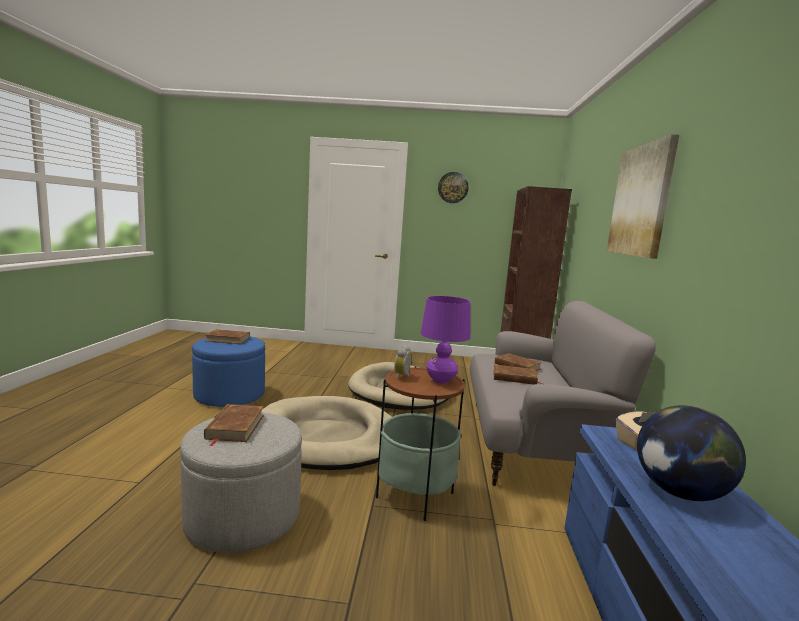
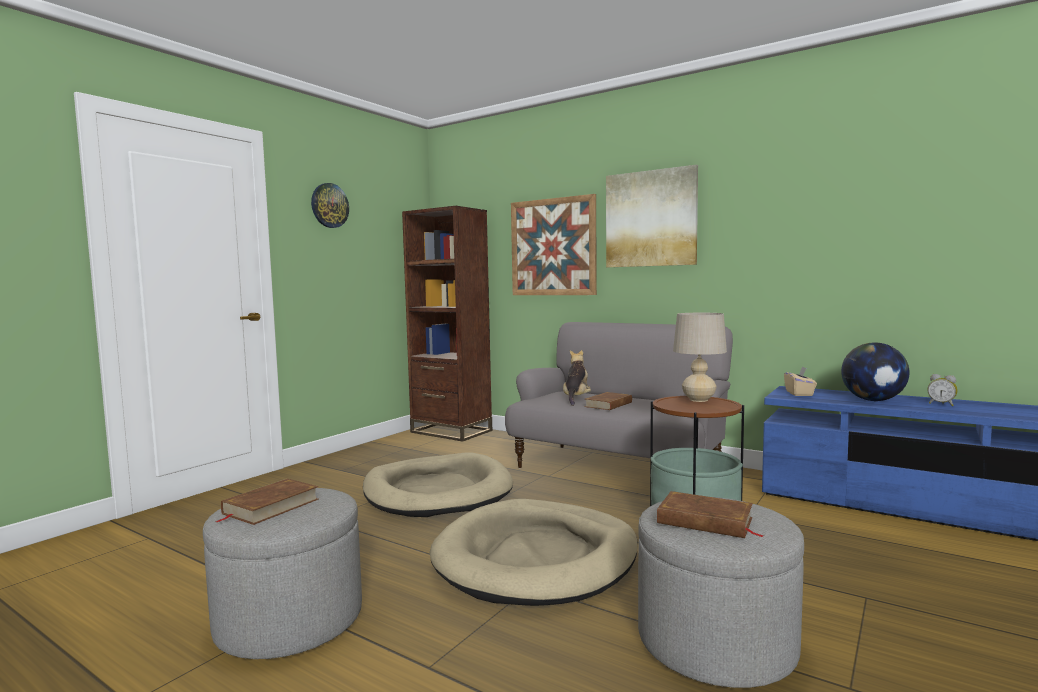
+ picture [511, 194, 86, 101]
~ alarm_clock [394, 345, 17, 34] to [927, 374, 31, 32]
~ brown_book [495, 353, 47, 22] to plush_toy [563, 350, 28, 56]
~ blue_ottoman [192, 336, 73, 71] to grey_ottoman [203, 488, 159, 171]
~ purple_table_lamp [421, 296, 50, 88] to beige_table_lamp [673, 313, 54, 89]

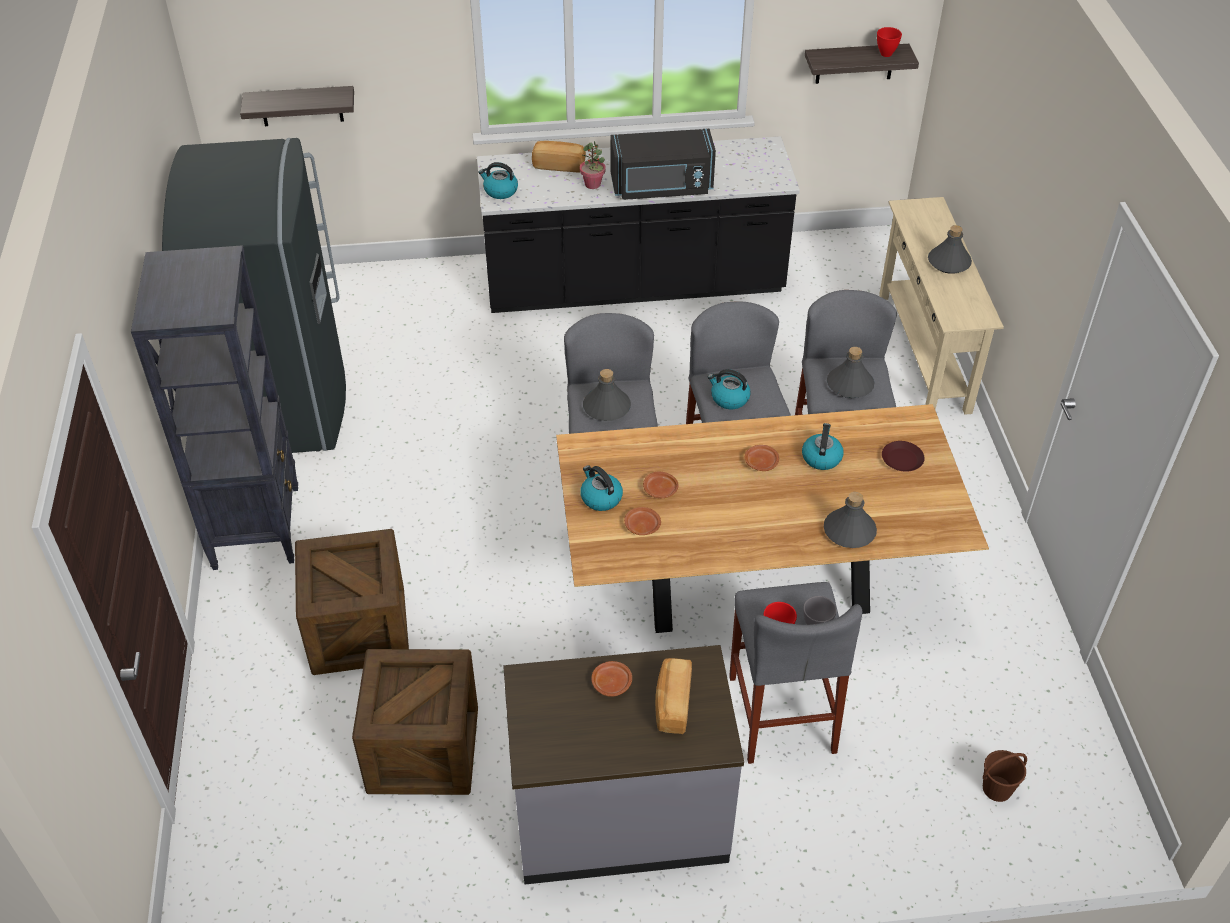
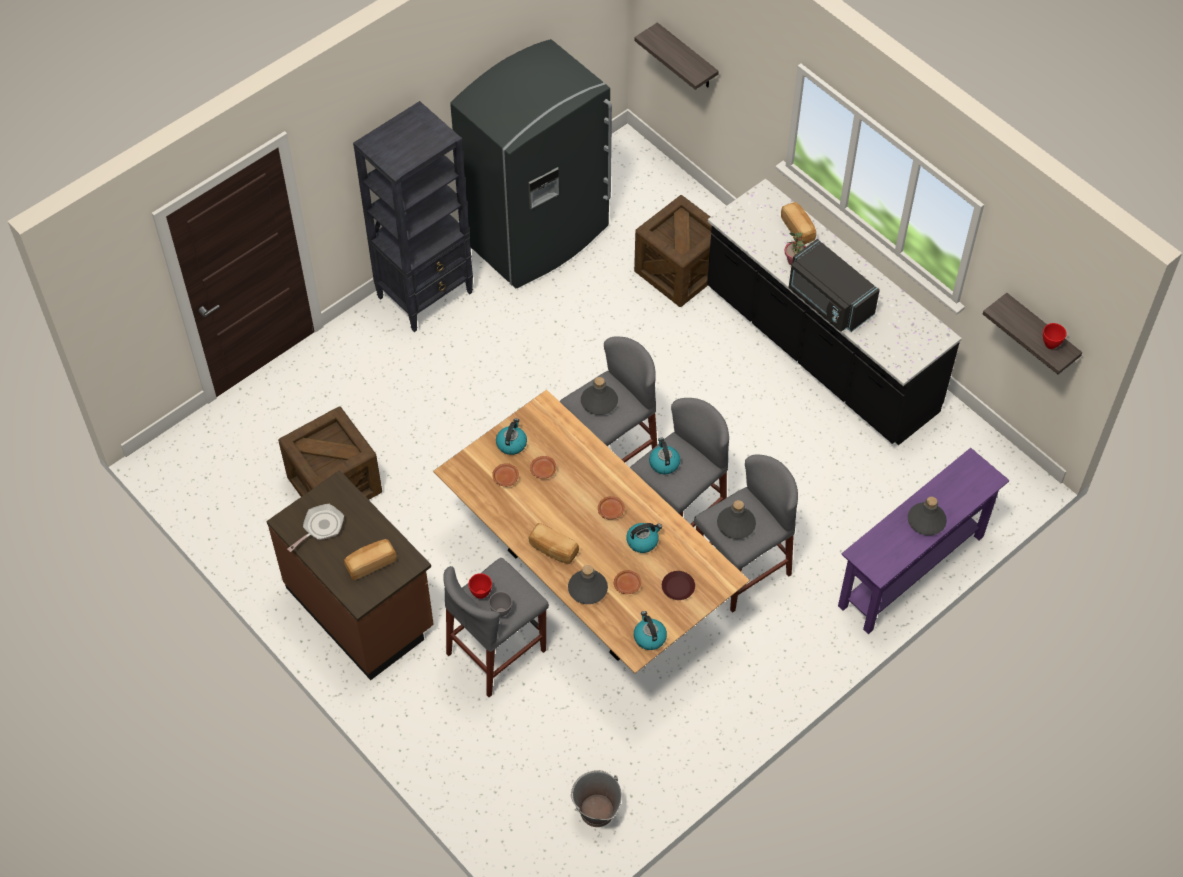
- brown_bucket [982, 750, 45, 52]
+ frying_pan [287, 504, 57, 48]
+ bread [529, 523, 50, 41]
+ grey_bucket [571, 770, 51, 57]
~ crate [295, 529, 114, 146] to [634, 195, 78, 112]
~ kettle [478, 162, 40, 37] to [634, 611, 33, 39]
~ brown_plate [591, 661, 41, 36] to [614, 570, 28, 24]
~ grey_counter [503, 645, 241, 240] to brown_counter [267, 470, 167, 210]
~ beige_console_table [879, 197, 125, 218] to purple_console_table [838, 448, 172, 186]

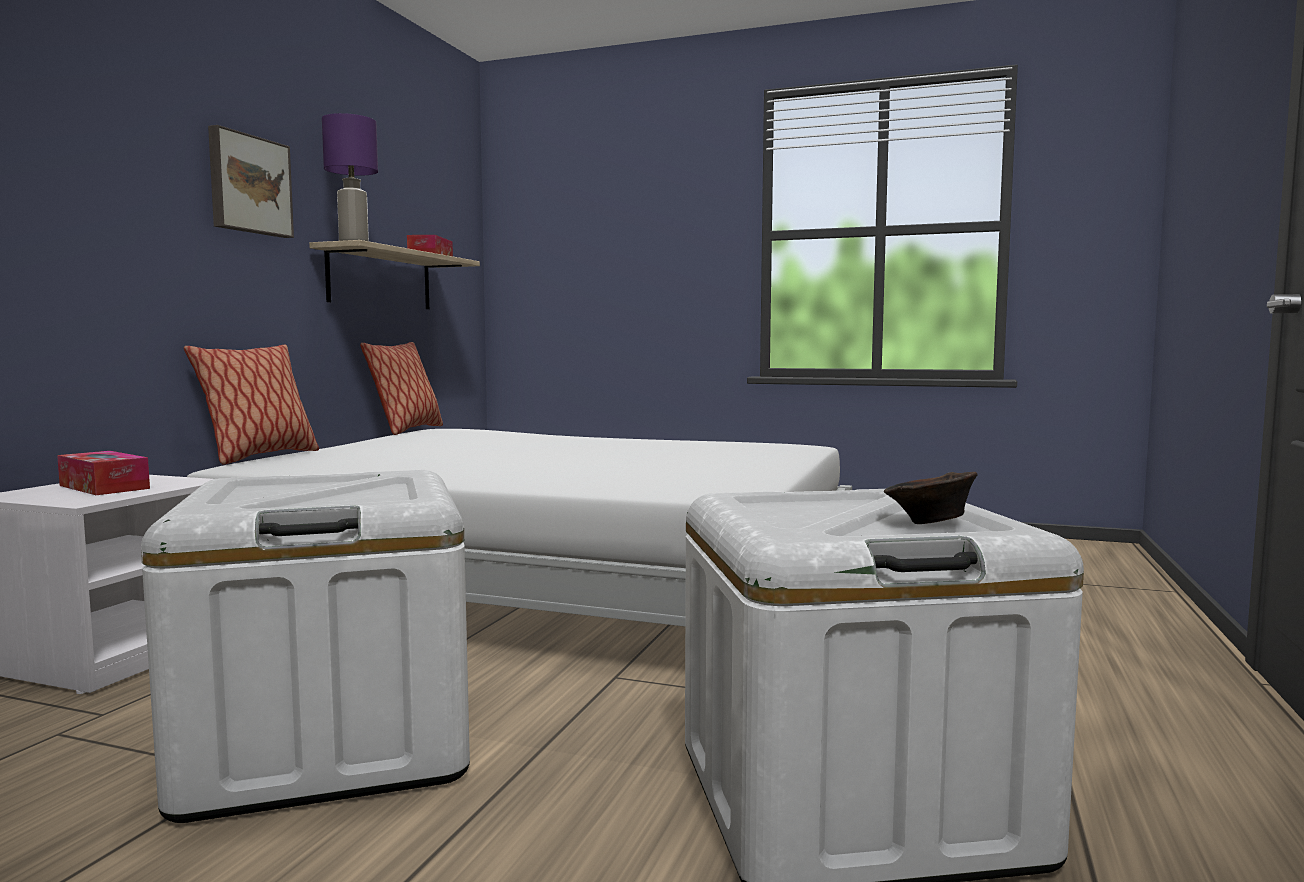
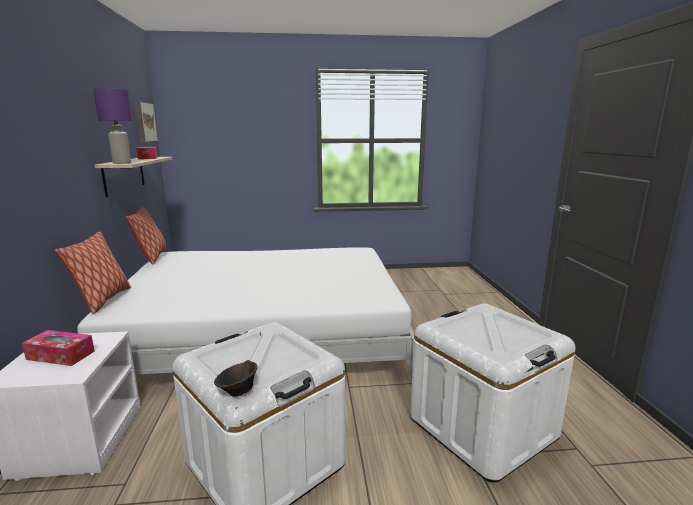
~ picture [208, 125, 86, 113] to [135, 101, 23, 41]
~ brown_bowl [884, 472, 94, 52] to [214, 360, 44, 37]

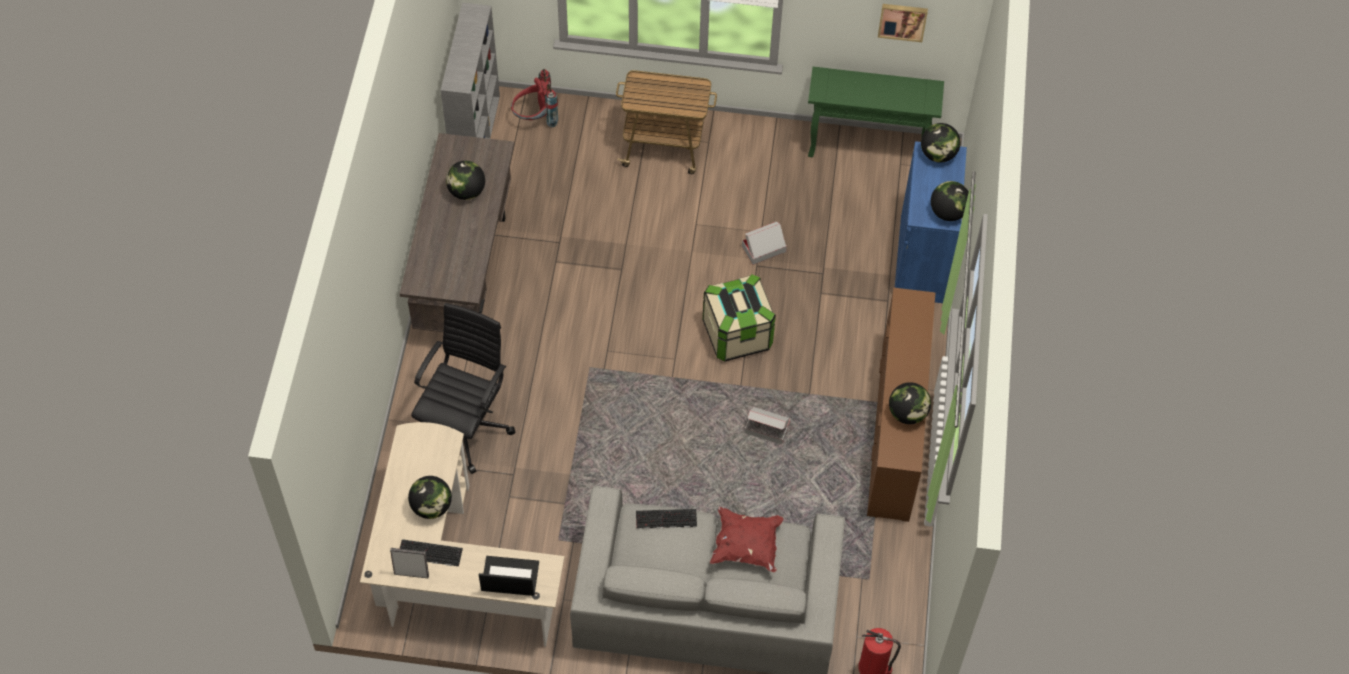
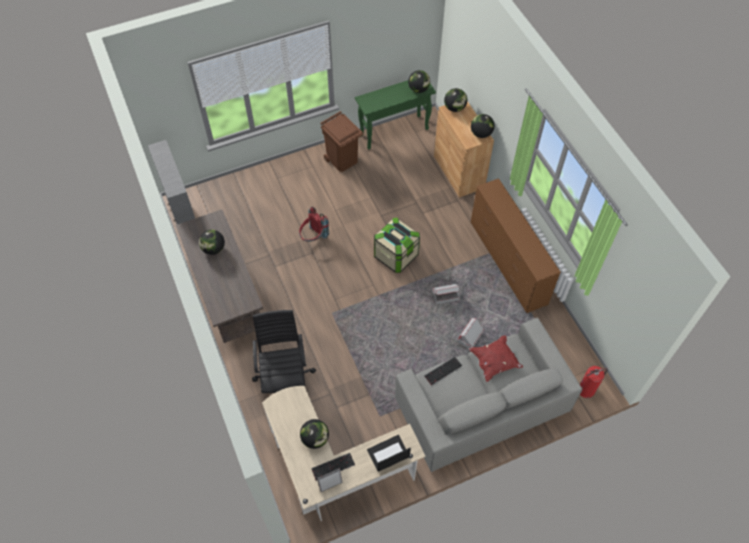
- cart [616, 70, 101, 104]
- picture [878, 4, 50, 38]
+ brown_trash_can [320, 111, 43, 61]
~ red_backpack [511, 69, 47, 59] to [299, 206, 30, 36]
~ cardboard_box [742, 222, 45, 43] to [457, 318, 27, 31]
~ globe [889, 382, 42, 42] to [408, 70, 22, 23]
~ blue_cabinet [895, 141, 72, 162] to brown_cabinet [434, 101, 60, 97]

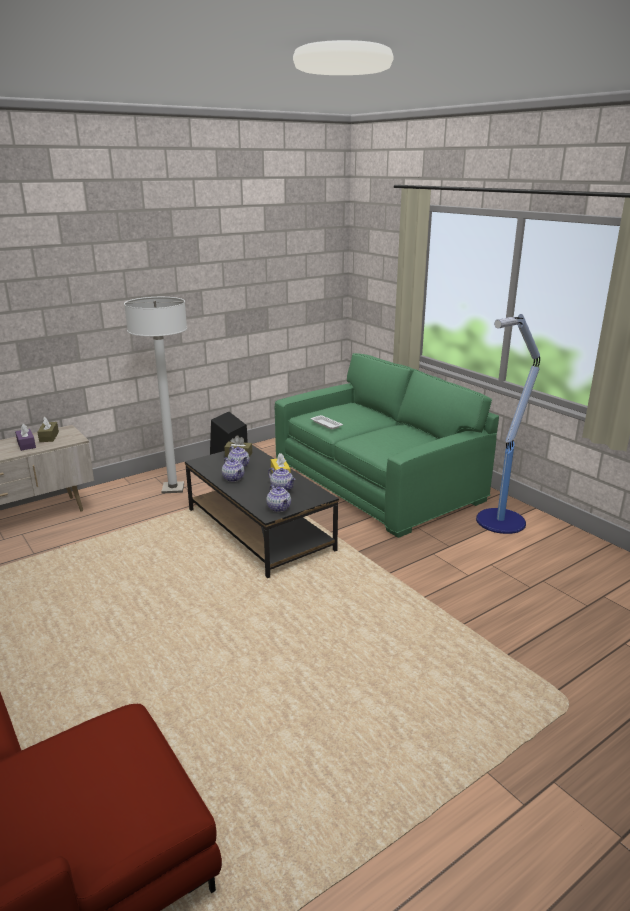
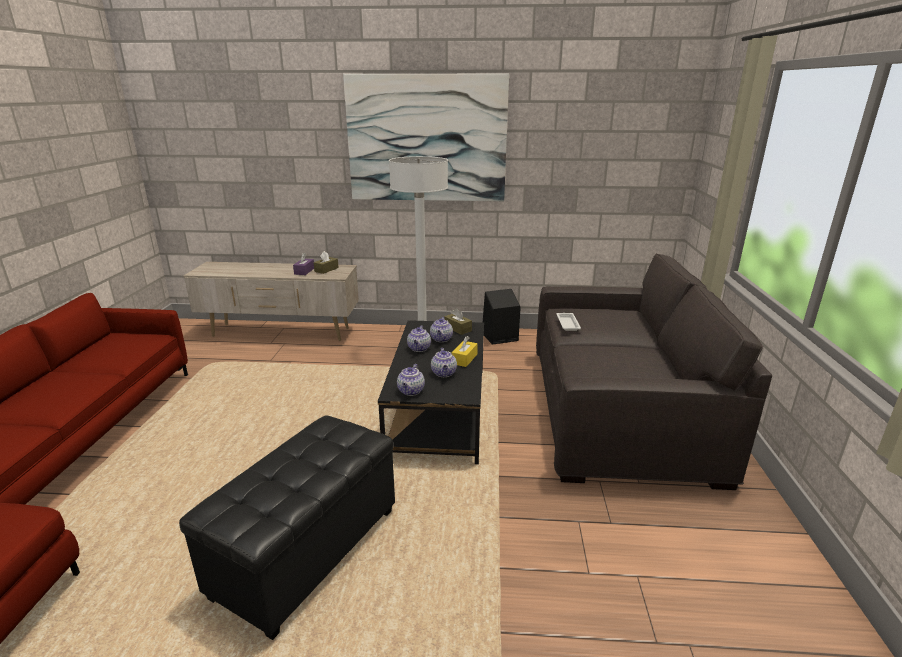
- floor_lamp [476, 314, 64, 220]
+ black_ottoman [179, 415, 216, 225]
+ picture [343, 73, 166, 128]
~ green_sofa [275, 353, 224, 185] to grey_sofa [536, 253, 236, 237]

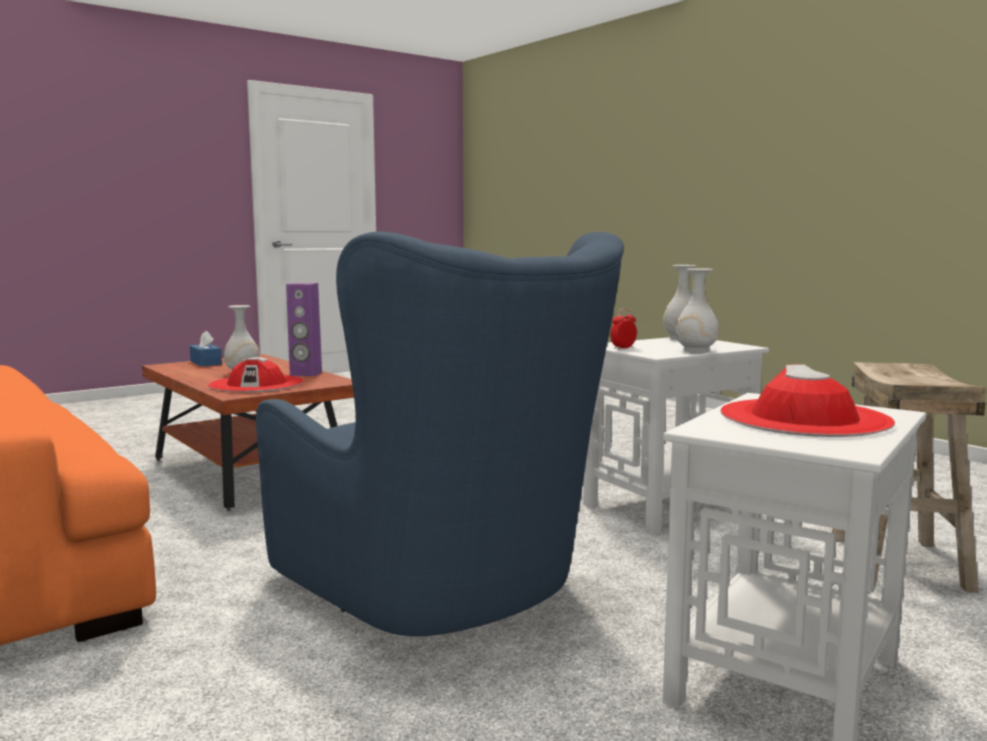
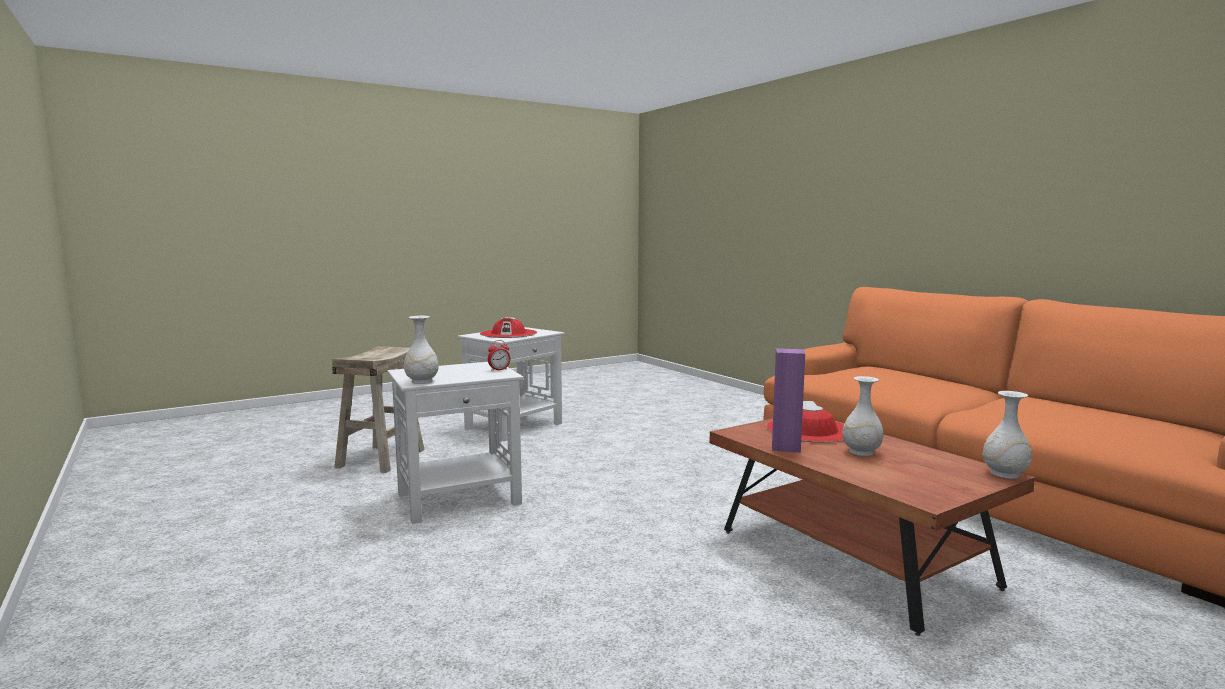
- blue_tissue_box [190, 331, 32, 36]
- blue_armchair [256, 231, 368, 405]
~ white_vase [676, 268, 42, 85] to [983, 391, 49, 88]

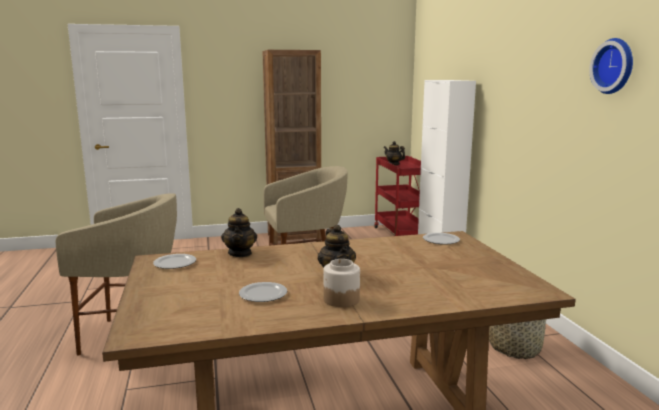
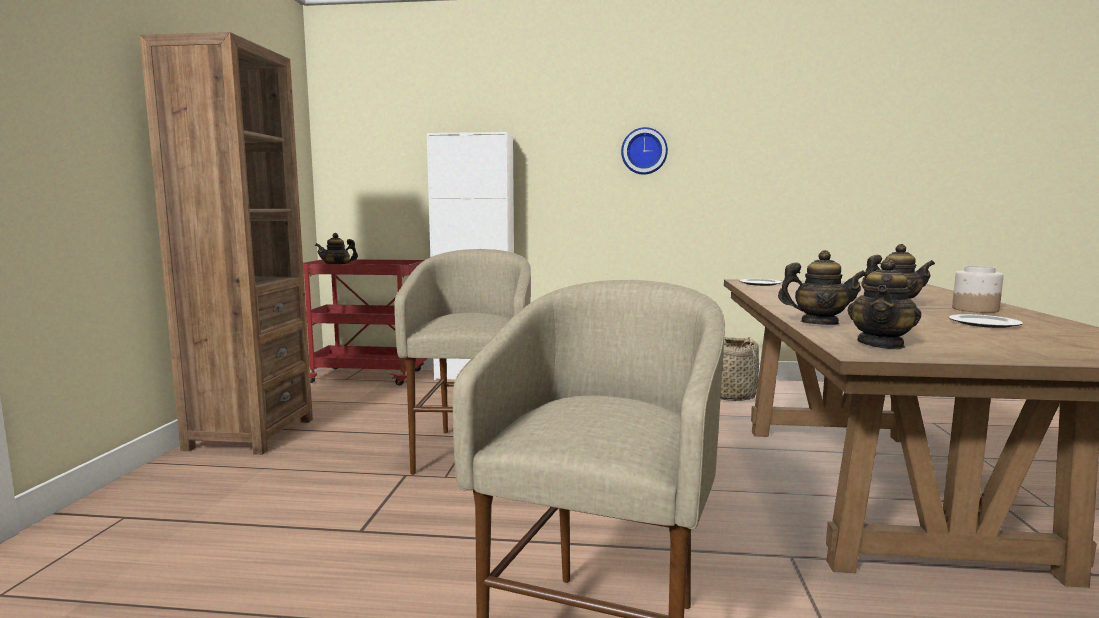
~ wall_clock [589, 38, 44, 56] to [621, 127, 47, 48]
~ plate [153, 254, 43, 15] to teapot [847, 258, 75, 91]

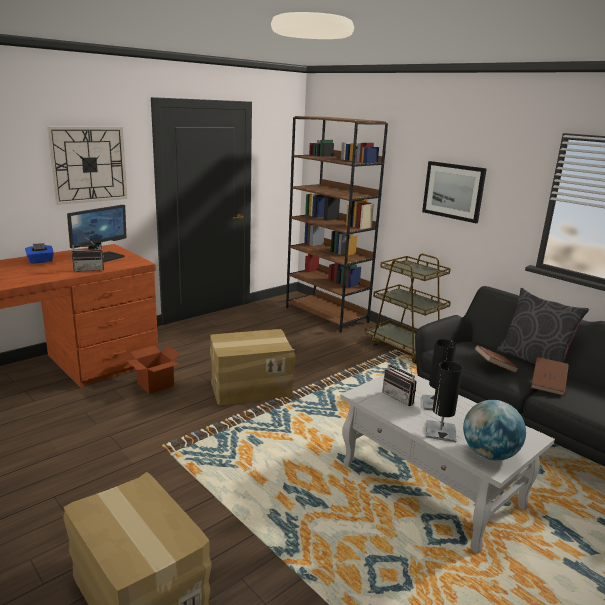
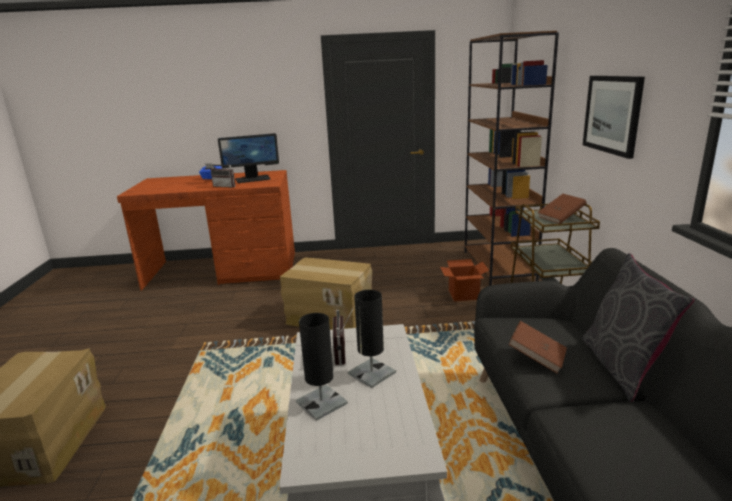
- wall_clock [47, 127, 80, 78]
- globe [463, 400, 63, 61]
~ cardboard_box [127, 345, 54, 49] to [440, 259, 49, 42]
~ brown_book [531, 357, 38, 39] to [537, 194, 50, 30]

